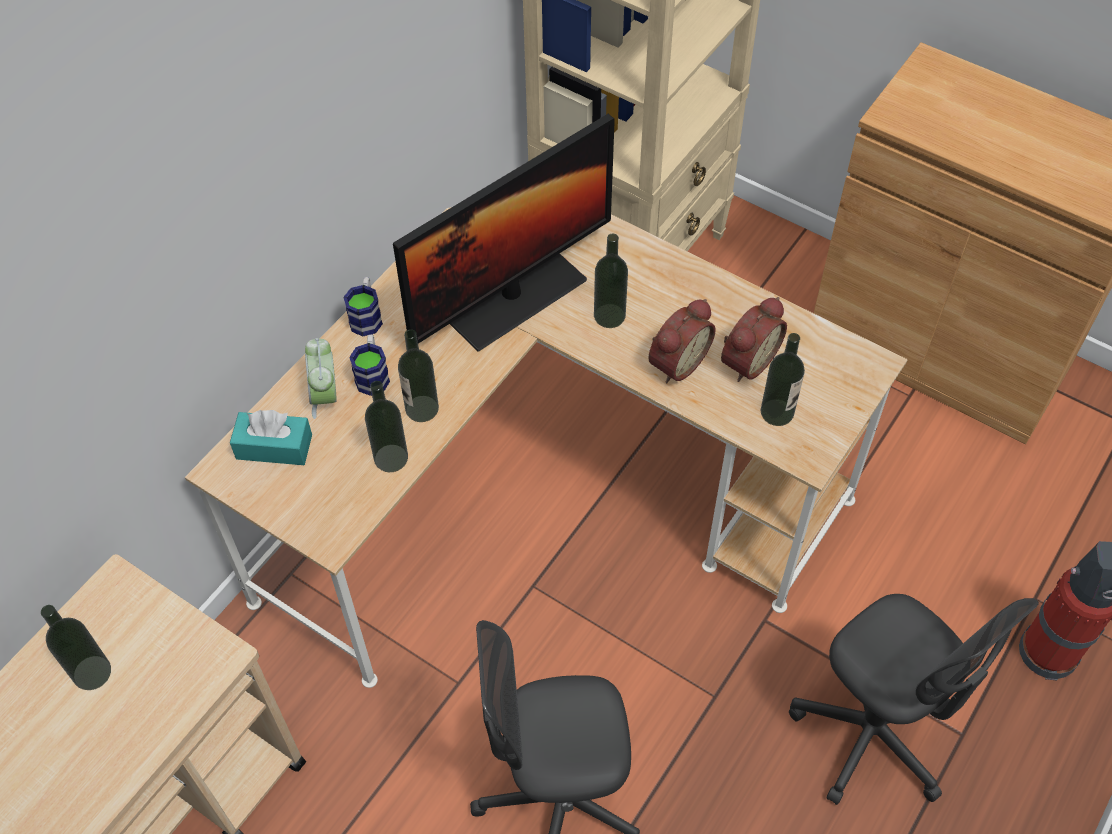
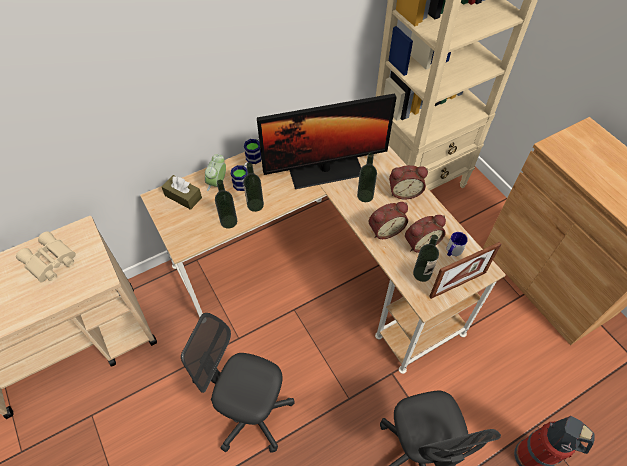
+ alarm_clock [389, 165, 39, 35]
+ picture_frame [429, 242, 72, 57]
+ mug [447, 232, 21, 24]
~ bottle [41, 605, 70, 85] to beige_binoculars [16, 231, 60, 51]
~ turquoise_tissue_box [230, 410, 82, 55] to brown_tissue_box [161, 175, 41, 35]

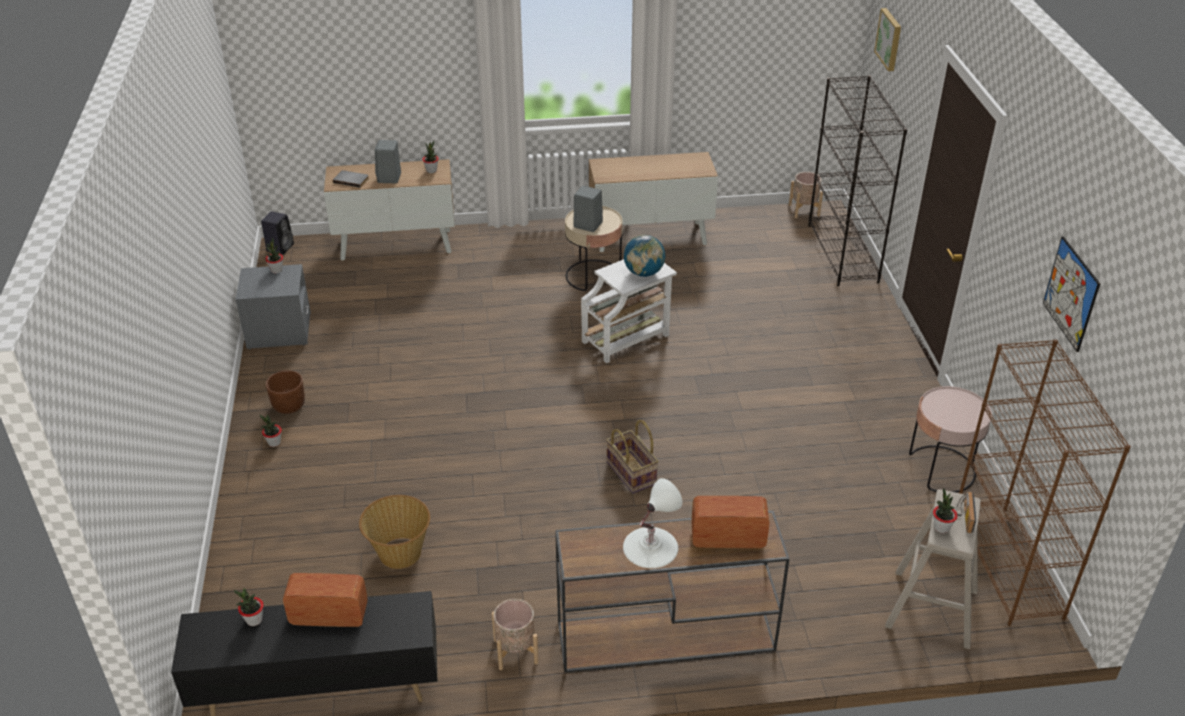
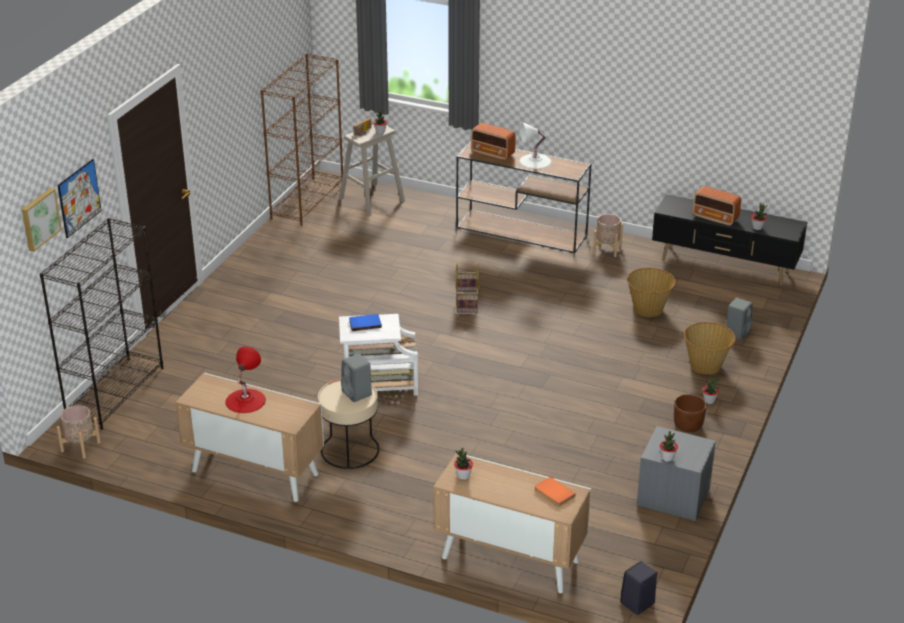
- pink_side_table [909, 386, 83, 107]
+ red_table_lamp [225, 346, 41, 67]
+ basket [684, 322, 52, 53]
~ grey_speaker [375, 140, 26, 43] to [726, 298, 27, 42]
~ picture [1043, 236, 57, 116] to [58, 159, 44, 79]
~ globe [624, 235, 41, 42] to blue_book [349, 314, 33, 17]
~ grey_book [333, 170, 36, 18] to orange_book [534, 477, 42, 30]

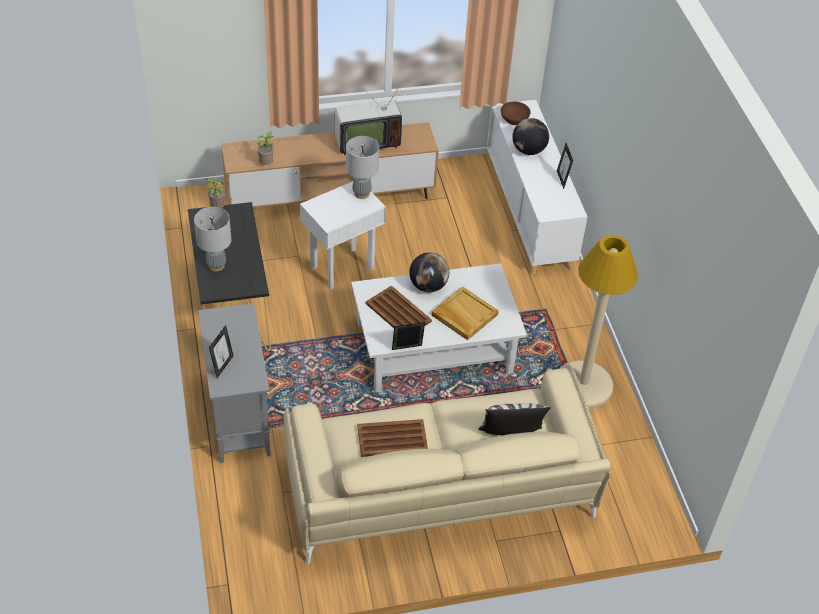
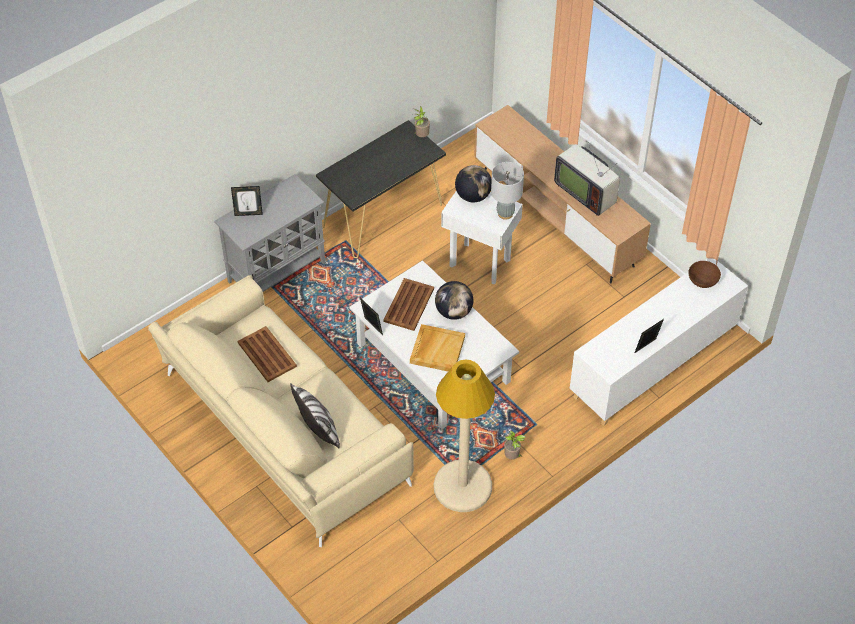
- grey_table_lamp [194, 207, 37, 65]
~ potted_plant [257, 131, 17, 34] to [504, 430, 22, 30]
~ globe [513, 118, 36, 37] to [455, 165, 37, 38]

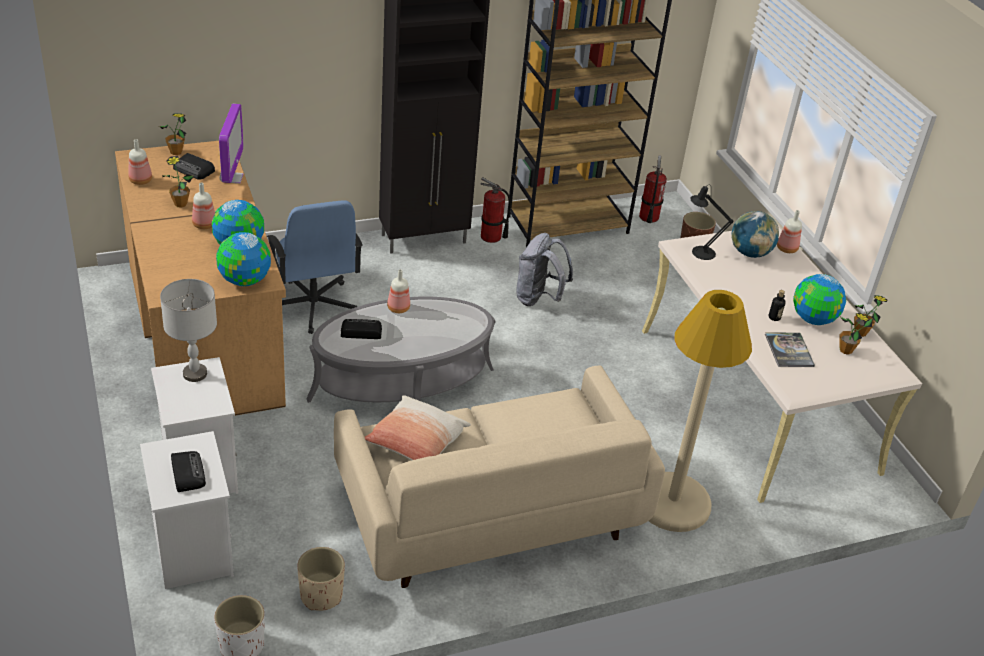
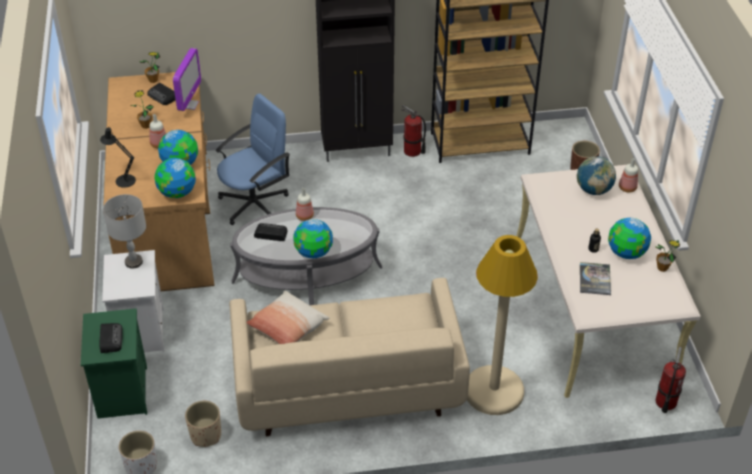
- bottle [128, 139, 24, 46]
- grey_backpack [516, 233, 57, 73]
- potted_plant [840, 313, 32, 42]
+ globe [293, 219, 40, 39]
~ fire_extinguisher [639, 155, 28, 68] to [656, 347, 30, 66]
~ black_table_lamp [690, 185, 44, 75] to [100, 127, 36, 61]
~ white_nightstand [140, 431, 94, 158] to green_nightstand [81, 308, 66, 111]
~ blue_office_chair [267, 201, 95, 133] = [216, 93, 74, 132] 120 degrees counterclockwise

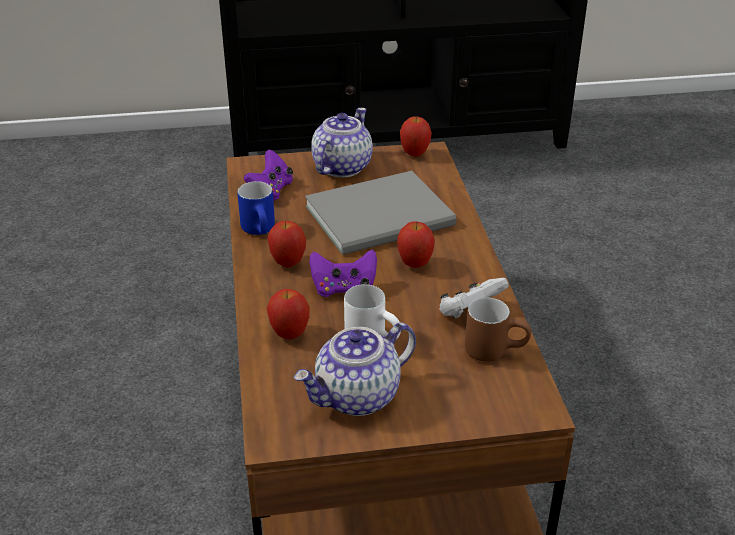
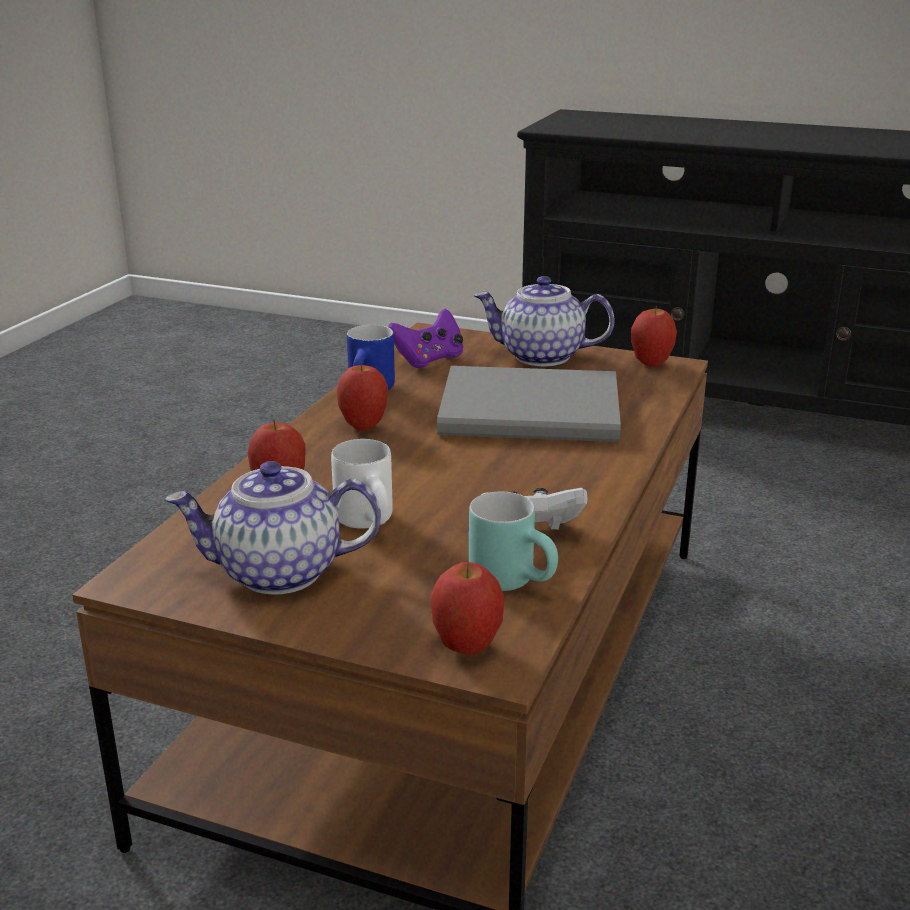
- purple_game_controller [309, 249, 68, 48]
~ apple [397, 222, 38, 46] to [431, 562, 73, 93]
~ brown_mug [465, 298, 66, 64] to turquoise_mug [469, 491, 89, 100]
~ teapot [311, 108, 62, 69] = [474, 276, 141, 90] 135 degrees counterclockwise

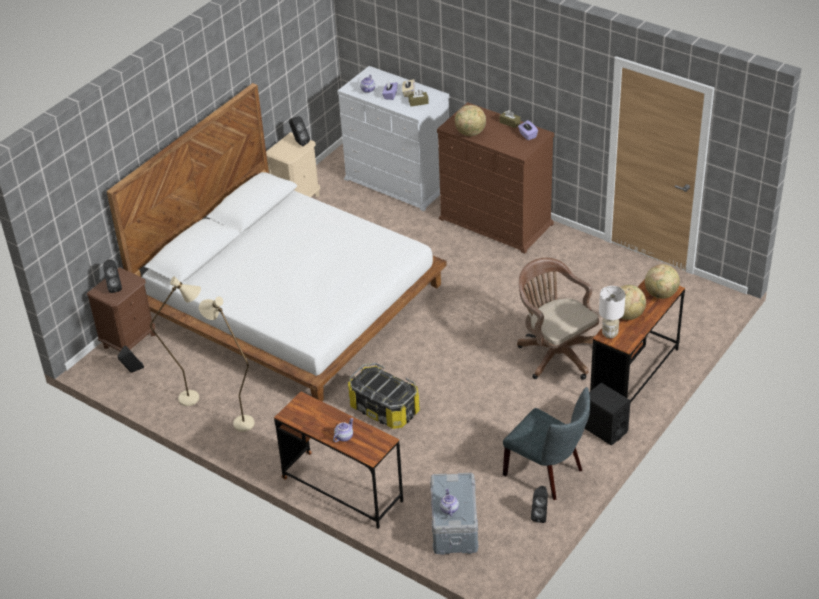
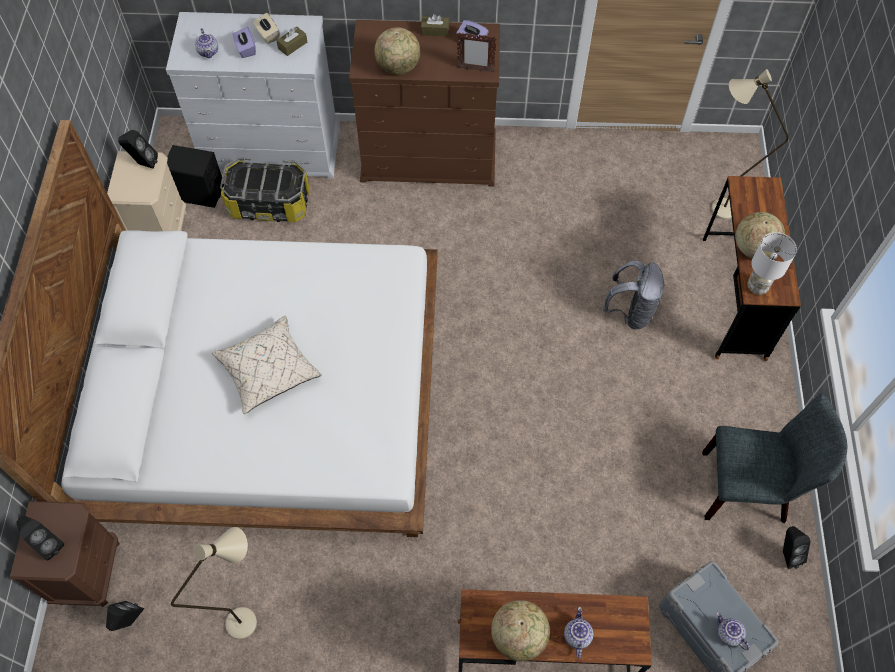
+ beige_pillow [212, 316, 110, 98]
+ picture_frame [457, 32, 40, 41]
~ beige_floor_lamp [199, 297, 56, 135] to [711, 69, 78, 151]
~ storage_box [348, 363, 72, 66] to [220, 158, 90, 64]
~ black_speaker [585, 383, 46, 63] to [167, 145, 57, 63]
~ globe [645, 264, 35, 35] to [491, 600, 59, 61]
~ brown_office_chair [517, 258, 82, 122] to grey_backpack [603, 260, 62, 69]

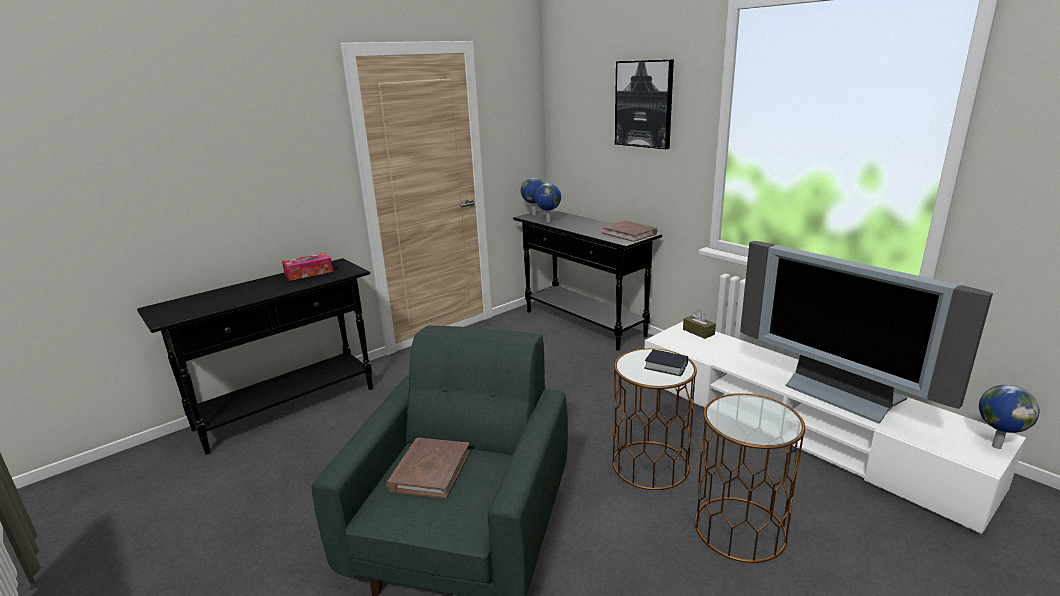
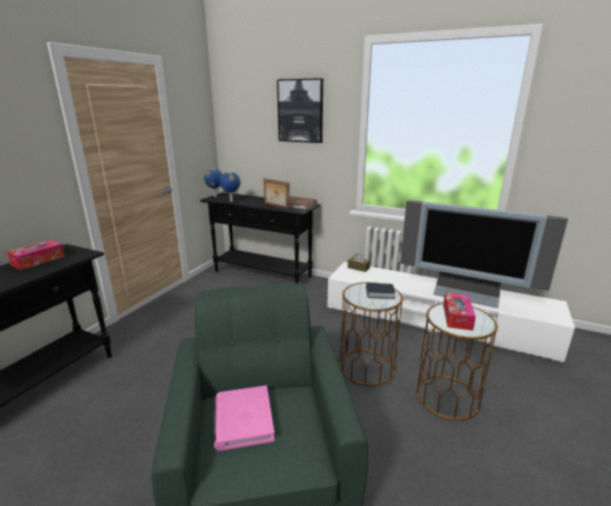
- globe [979, 385, 61, 64]
+ picture_frame [264, 178, 26, 32]
+ tissue_box [443, 292, 33, 38]
~ brown_book [386, 438, 84, 61] to pink_book [214, 386, 61, 65]

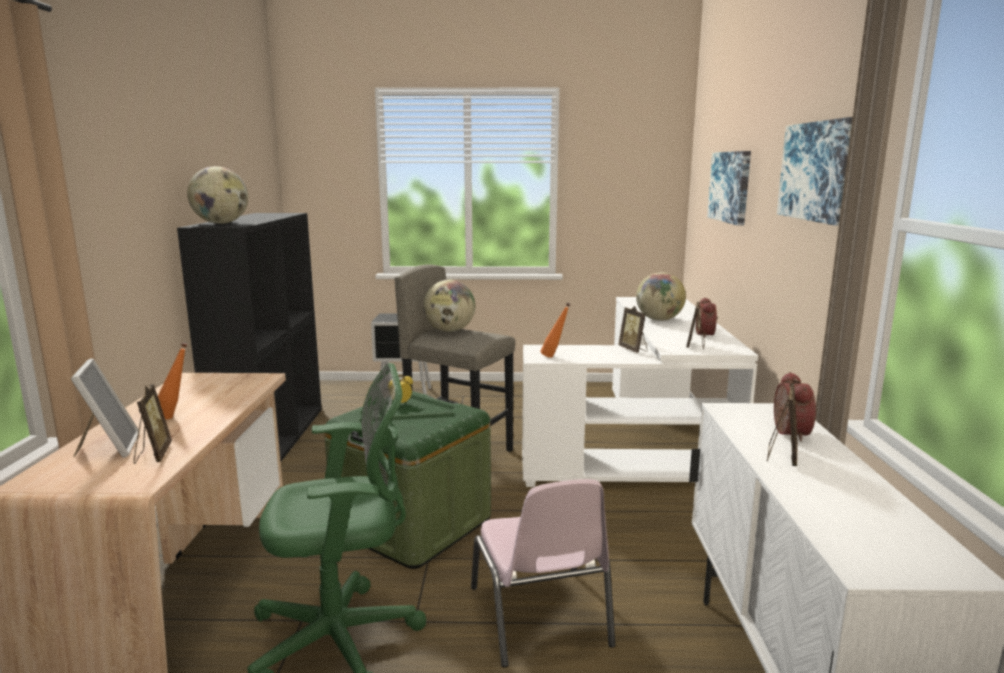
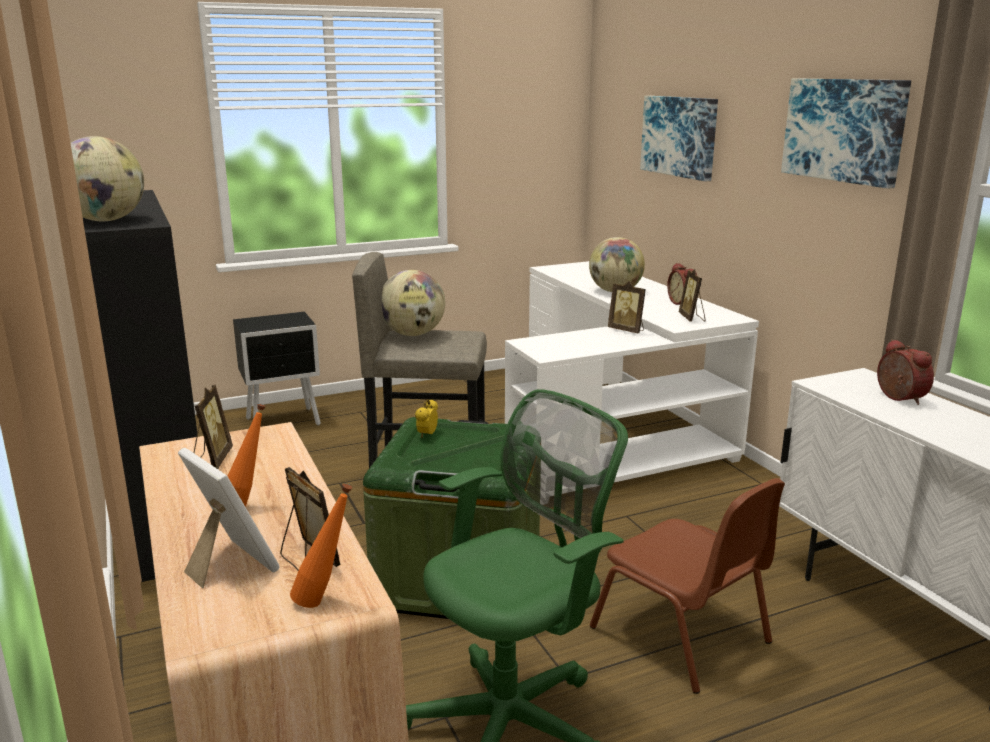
~ orange_bottle [540, 303, 31, 55] to [290, 484, 62, 124]
~ picture_frame [767, 383, 31, 83] to [194, 385, 39, 84]
~ pink_chair [471, 479, 144, 188] to brown_chair [590, 478, 195, 216]

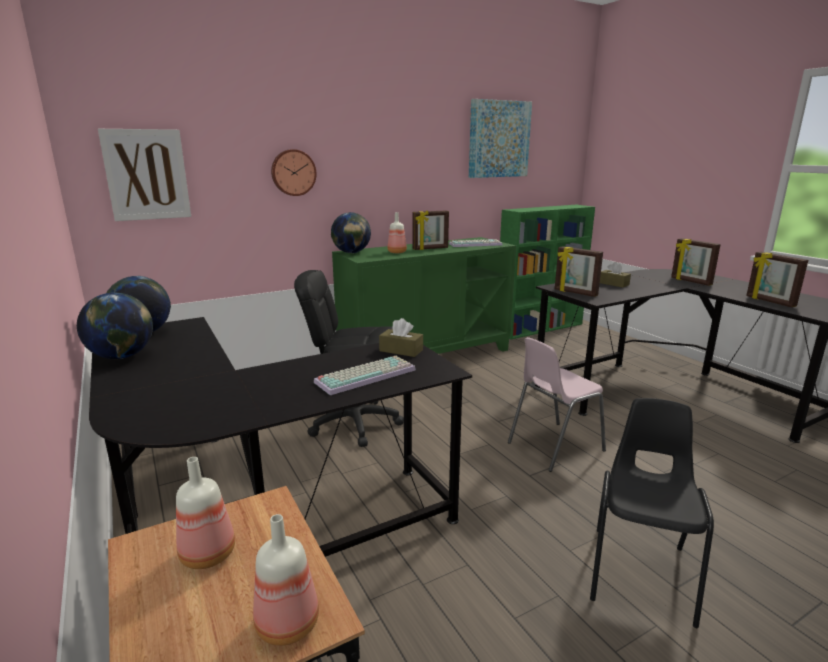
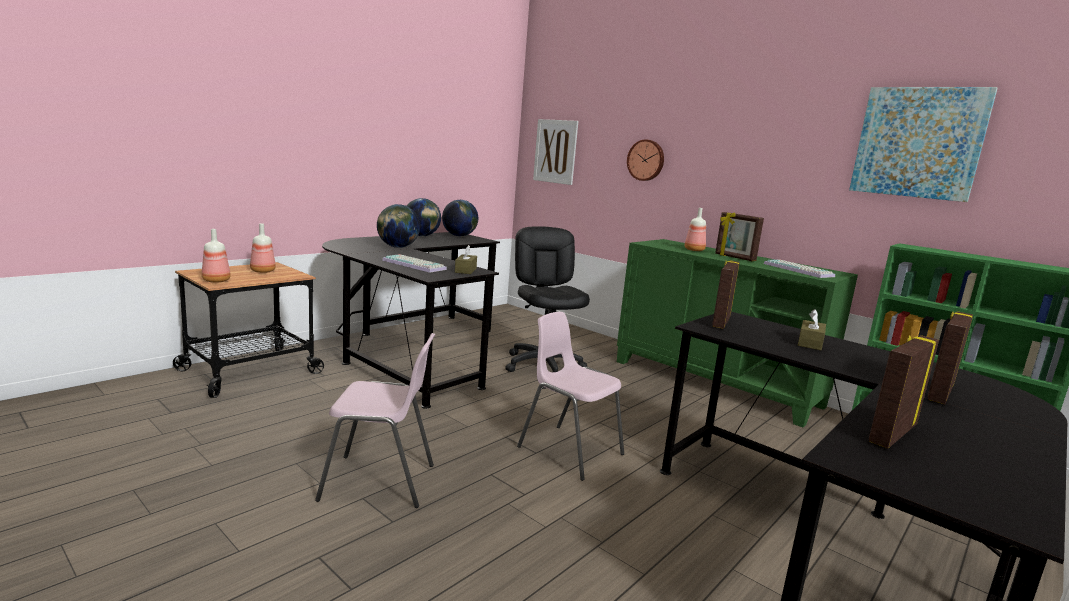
~ globe [331, 212, 40, 41] to [377, 204, 43, 44]
~ black_chair [590, 398, 124, 230] to pink_chair [315, 333, 121, 175]

